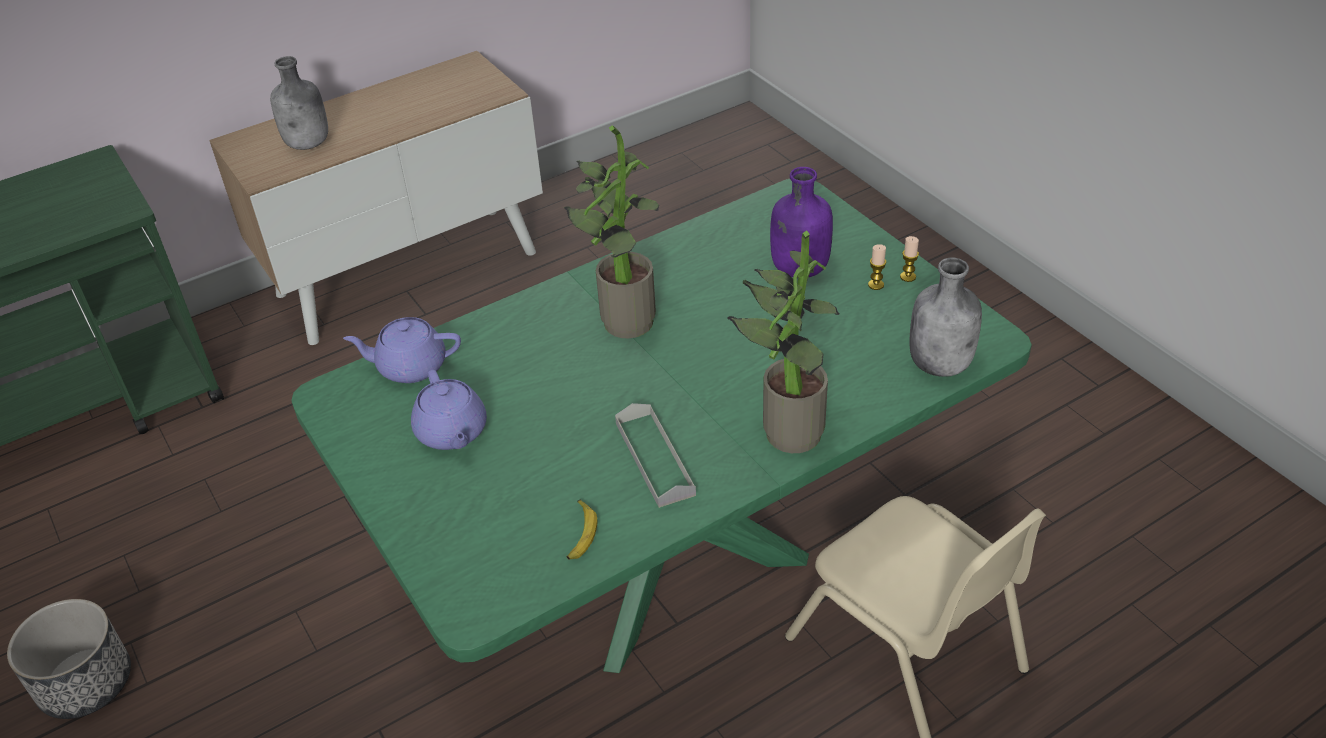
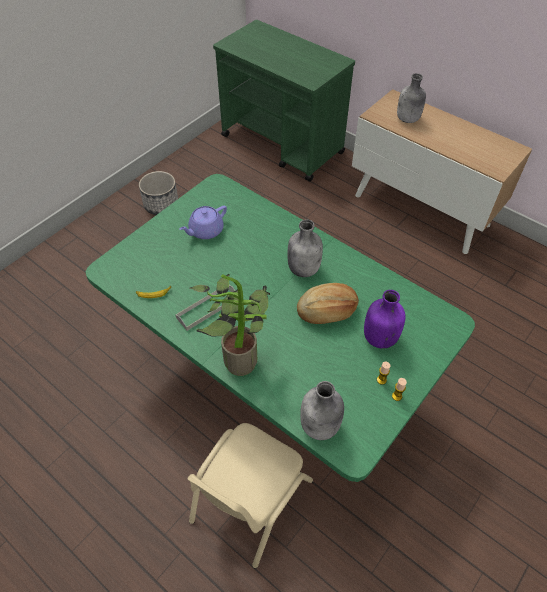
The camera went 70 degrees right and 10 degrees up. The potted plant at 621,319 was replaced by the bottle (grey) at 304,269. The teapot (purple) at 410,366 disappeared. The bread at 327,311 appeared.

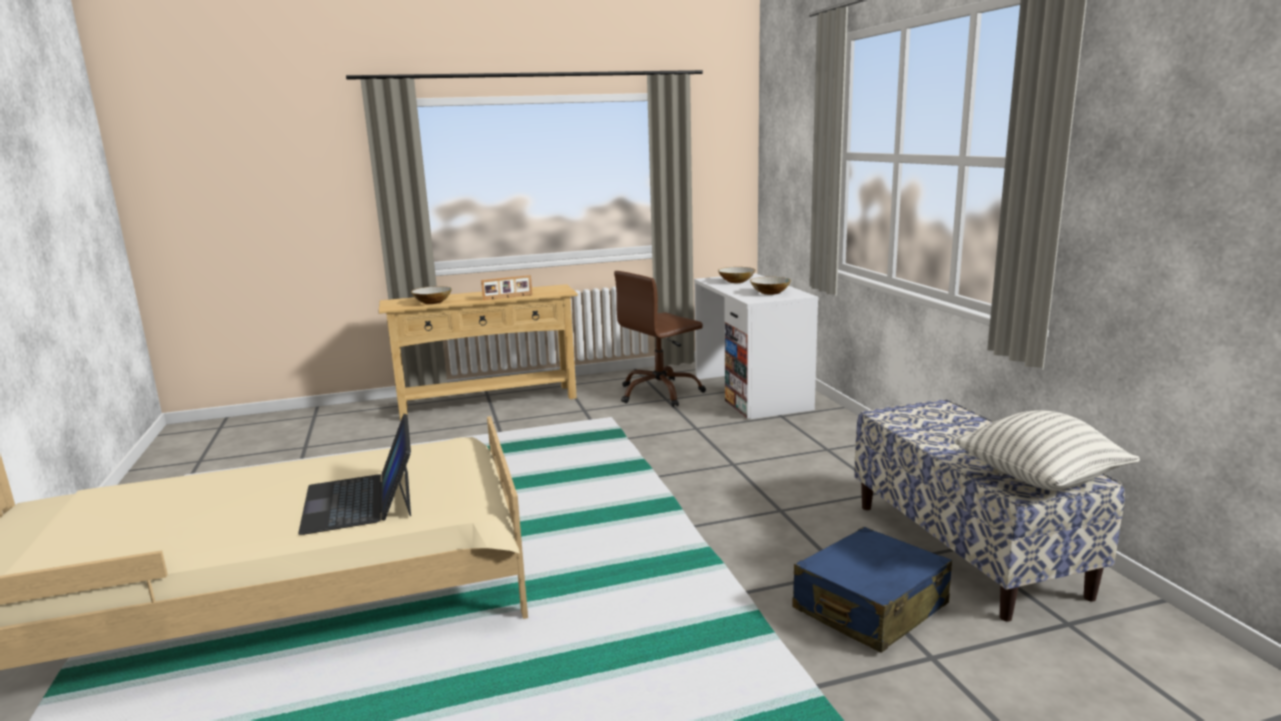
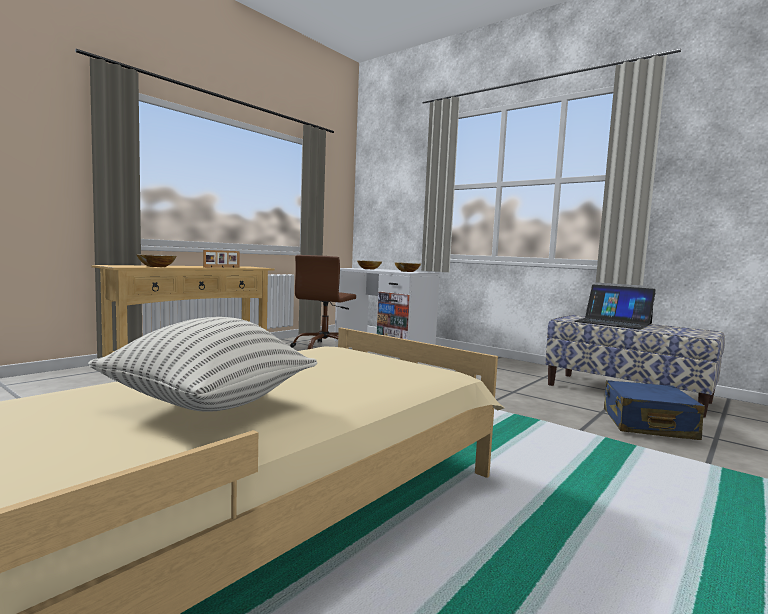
The camera went 35 degrees left and 10 degrees down. The pillow moved from 1038,481 to 208,406. The laptop moved from 361,500 to 613,323.

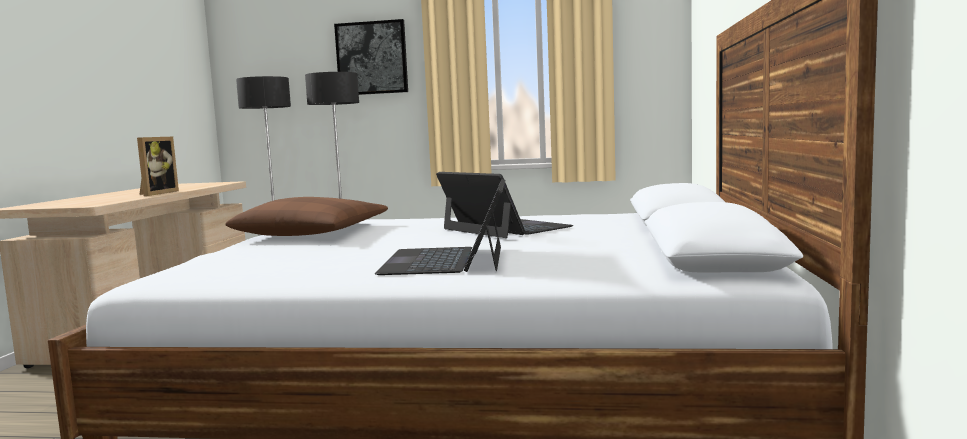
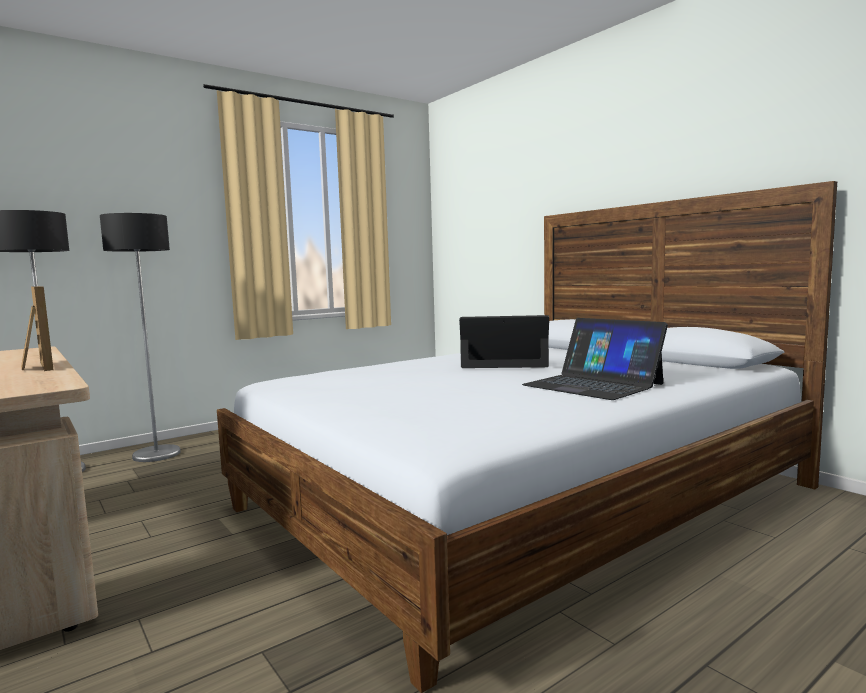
The camera went 45 degrees left and 0 degrees up. The picture at 372,58 disappeared. The pillow (brown) at 312,233 disappeared.

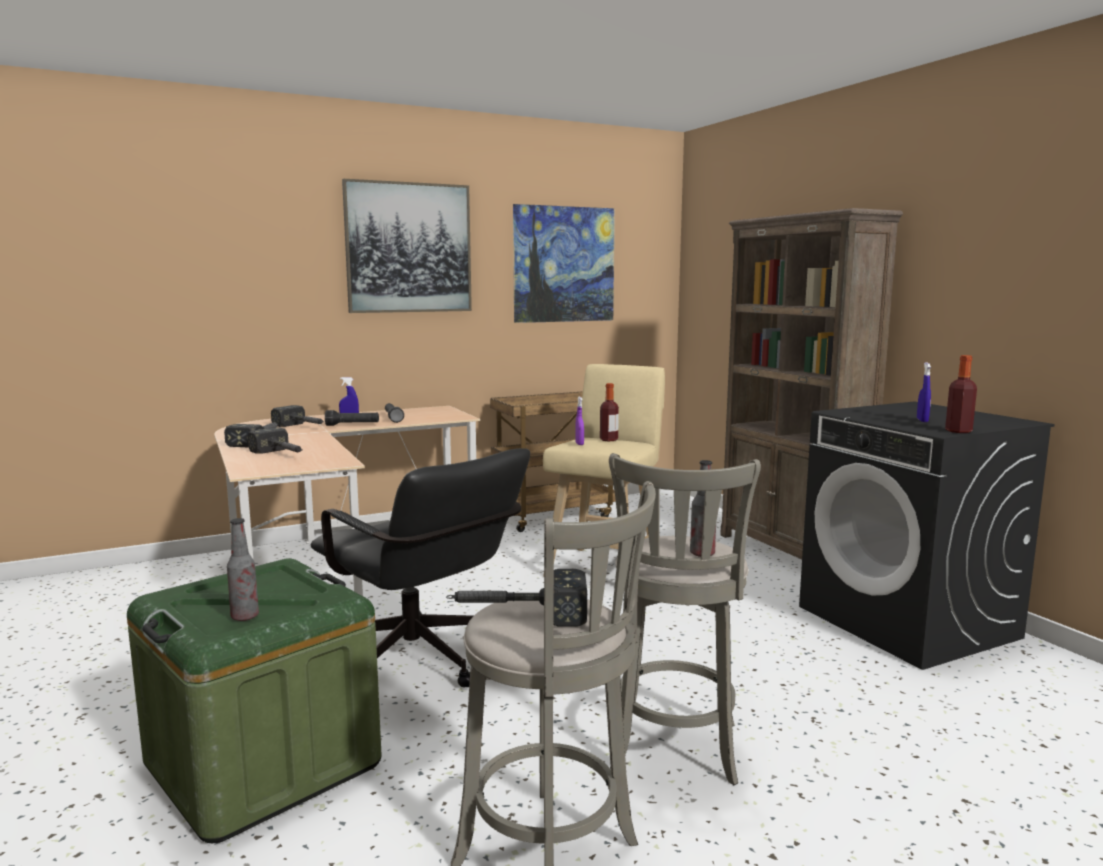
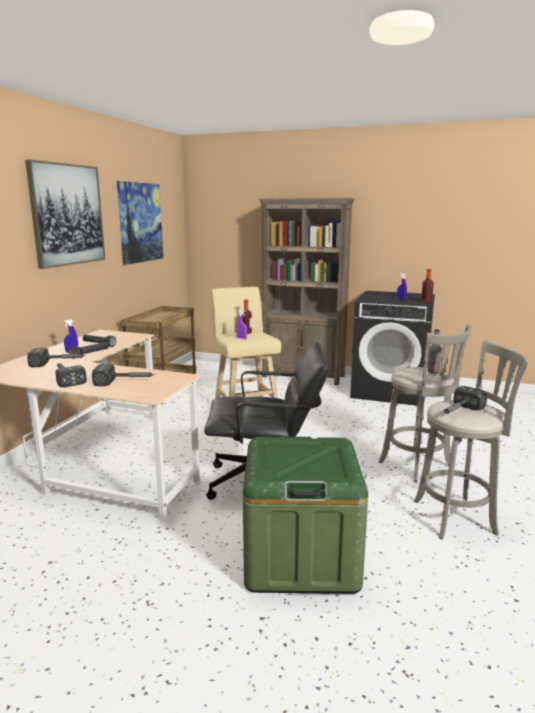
The camera went 45 degrees left and 5 degrees up. The bottle at 245,617 disappeared.

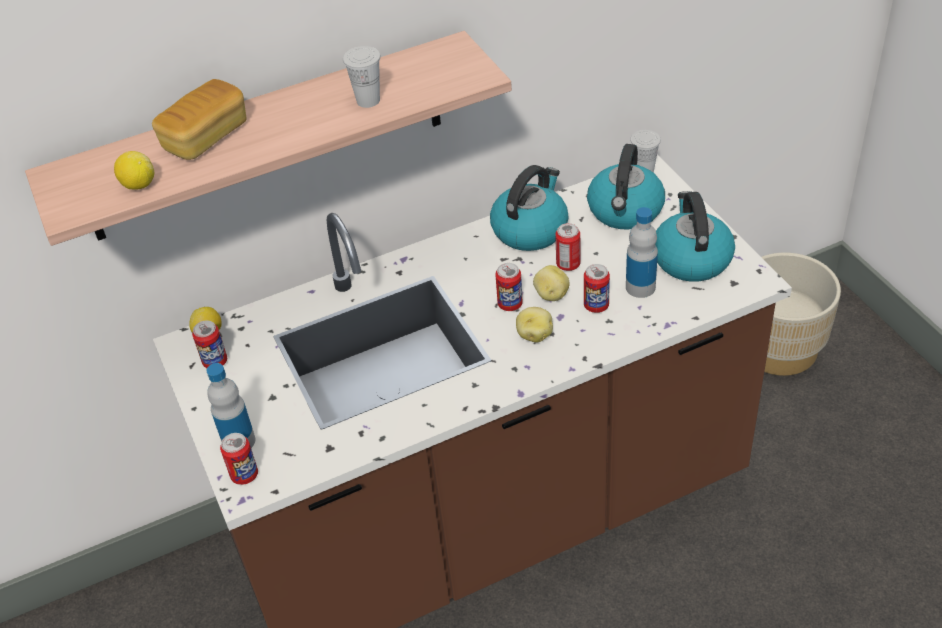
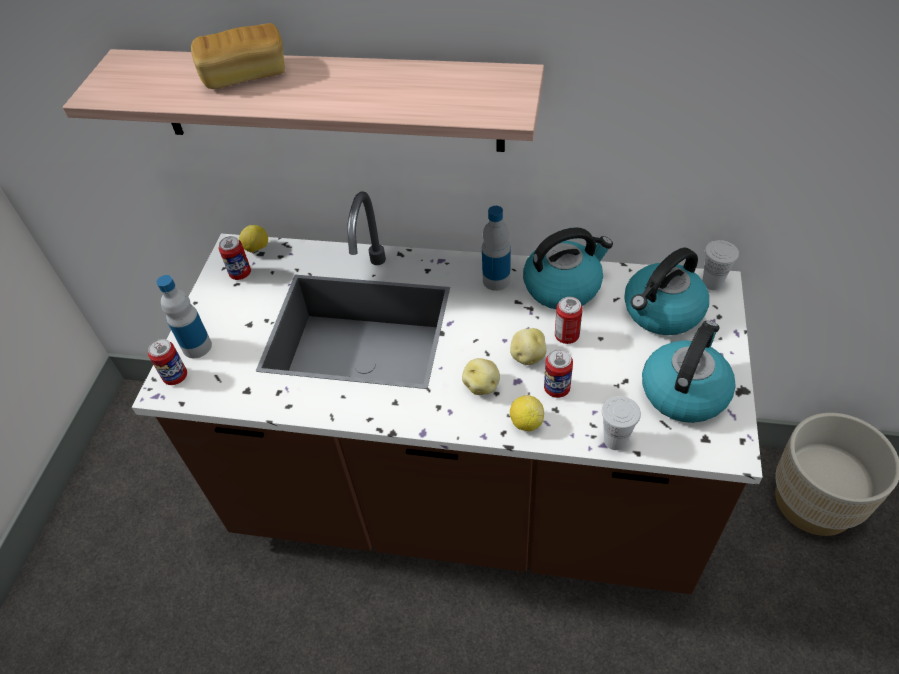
The camera went 35 degrees right and 5 degrees up. The cup (white) moved from 368,100 to 615,440. The lemon moved from 139,185 to 526,422. The bottle moved from 640,287 to 496,280. The can at 510,304 disappeared.

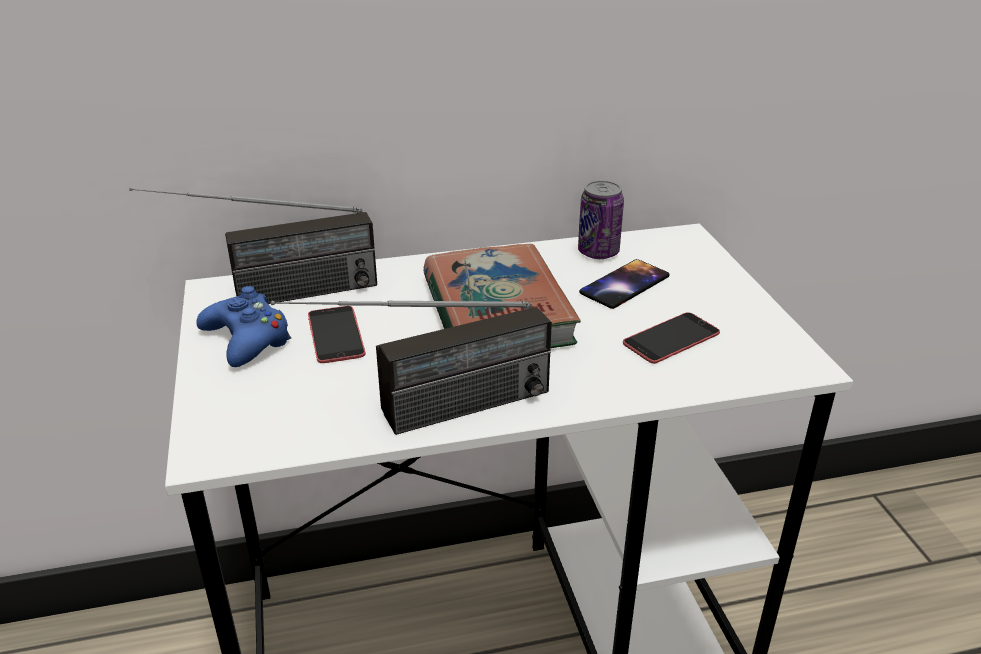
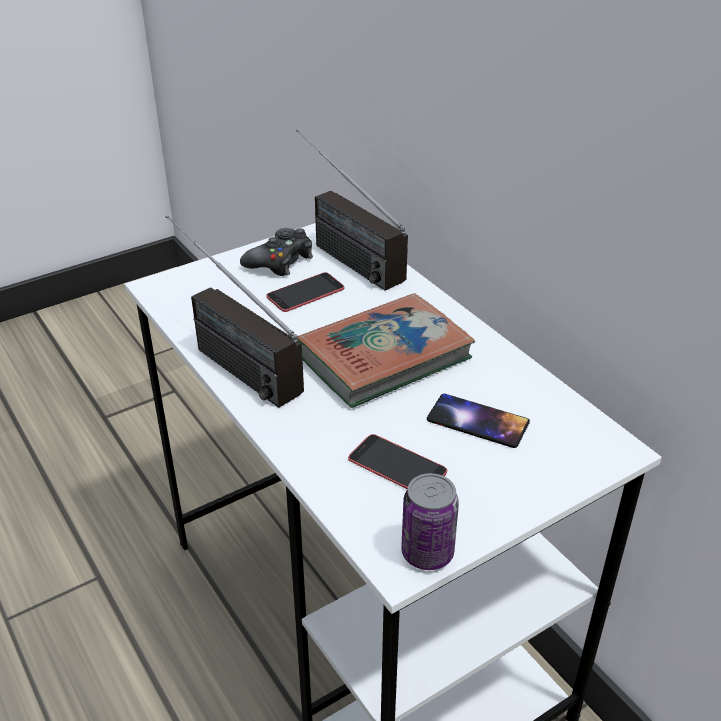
The camera went 70 degrees right and 5 degrees up. The can moved from 598,252 to 427,552. The game controller (blue) at 247,340 became the game controller (black) at 280,261.

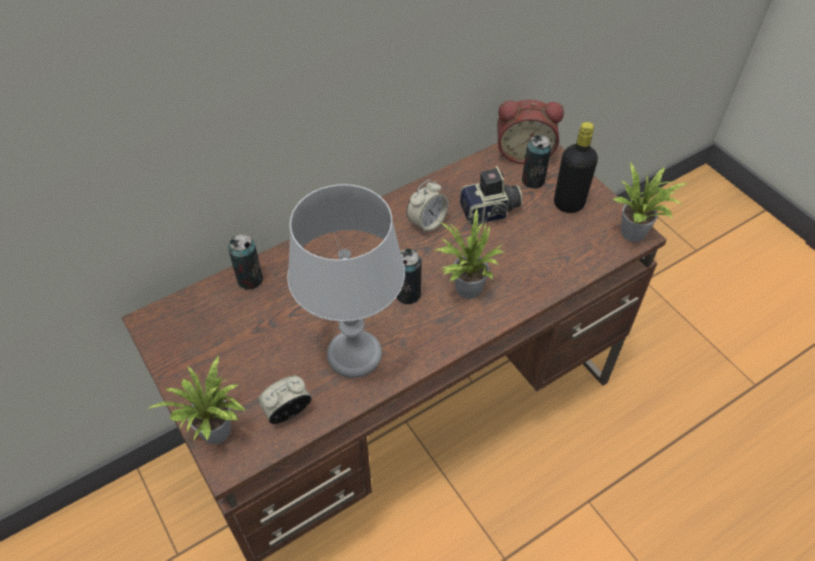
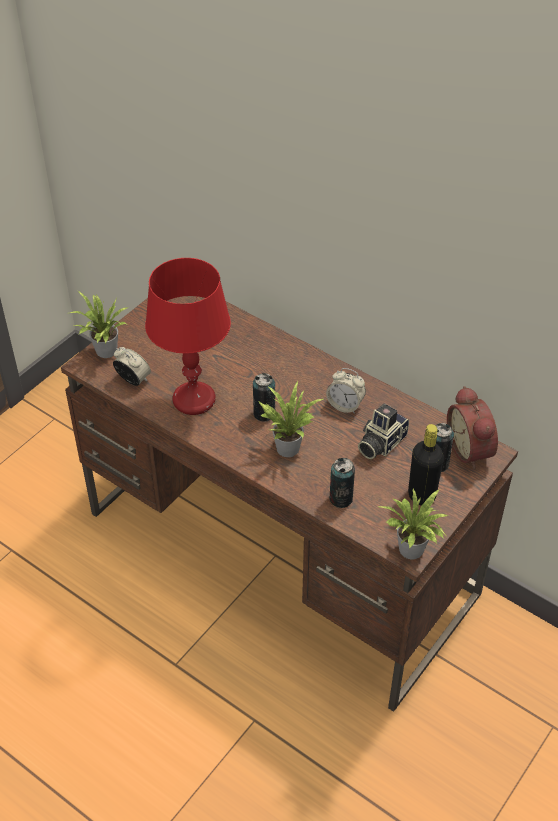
The camera went 70 degrees right and 5 degrees down. The photo camera at 490,212 turned 75 degrees clockwise. The table lamp (grey) at 355,354 became the table lamp (red) at 194,400. The can moved from 250,280 to 341,499.

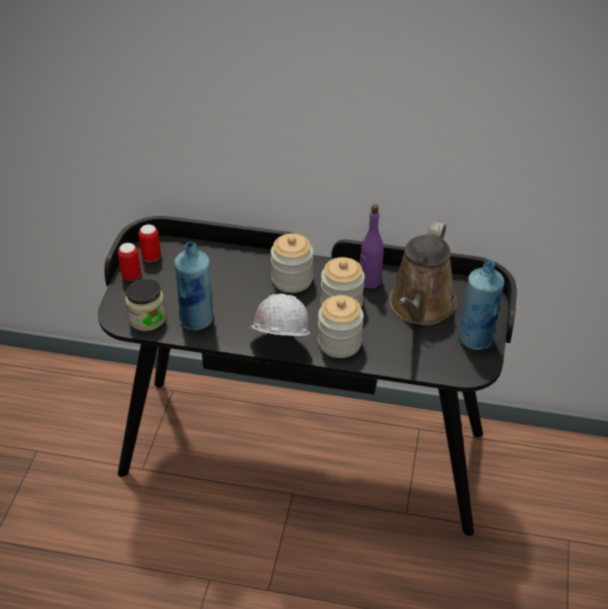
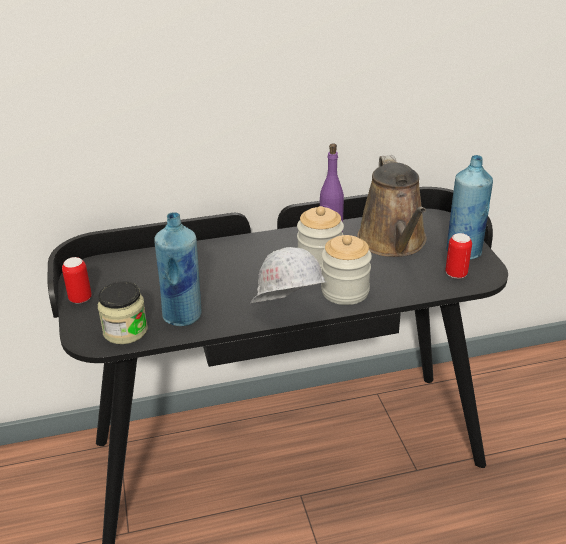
The camera went 25 degrees left and 10 degrees down. The can moved from 151,257 to 456,274. The jar at 292,279 disappeared.

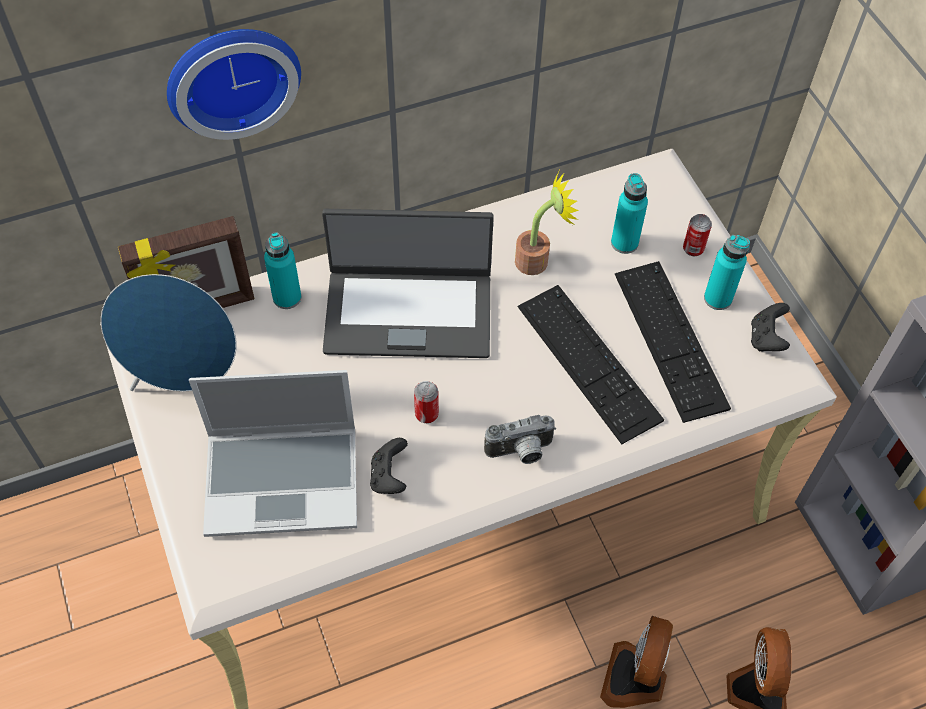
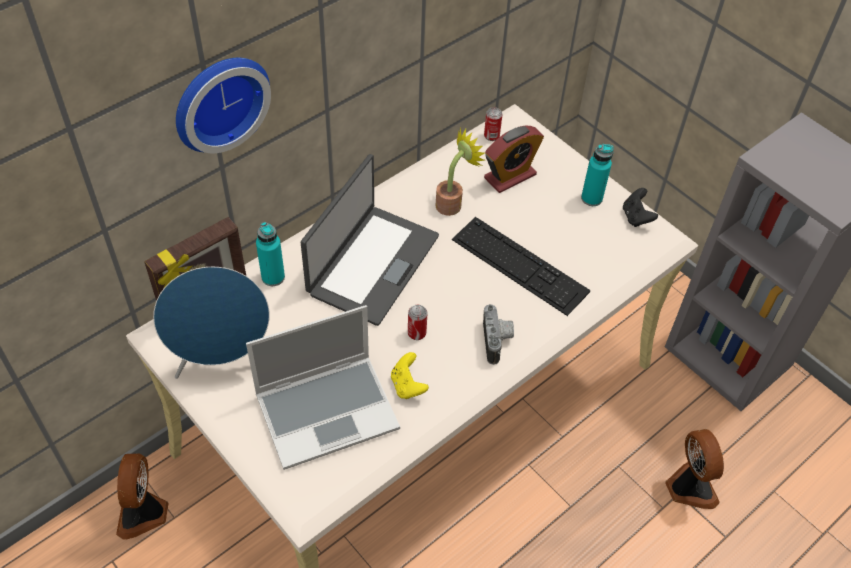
The camera went 20 degrees left and 5 degrees down. The bottle (turquoise) at 624,243 was replaced by the alarm clock at 510,176. The laptop at 408,312 turned 45 degrees counterclockwise. The can moved from 693,249 to 491,136. The keyboard at 670,339 disappeared. The photo camera at 520,452 turned 60 degrees counterclockwise. The game controller (black) at 389,477 became the game controller (yellow) at 407,385. The fan moved from 635,679 to 144,513.

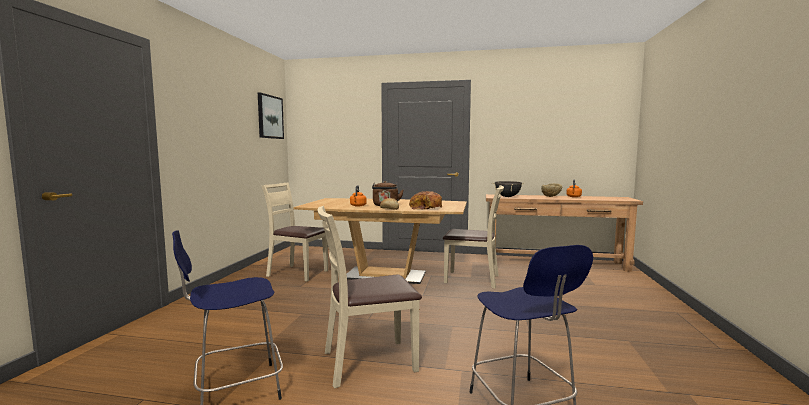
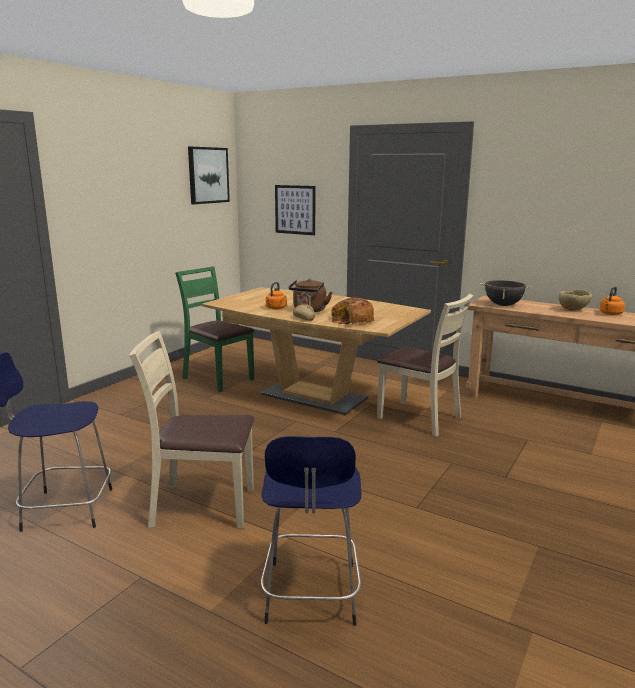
The camera went 20 degrees right and 10 degrees up. The chair (beige) at 297,273 became the chair (green) at 218,378. The picture at 295,209 appeared.

